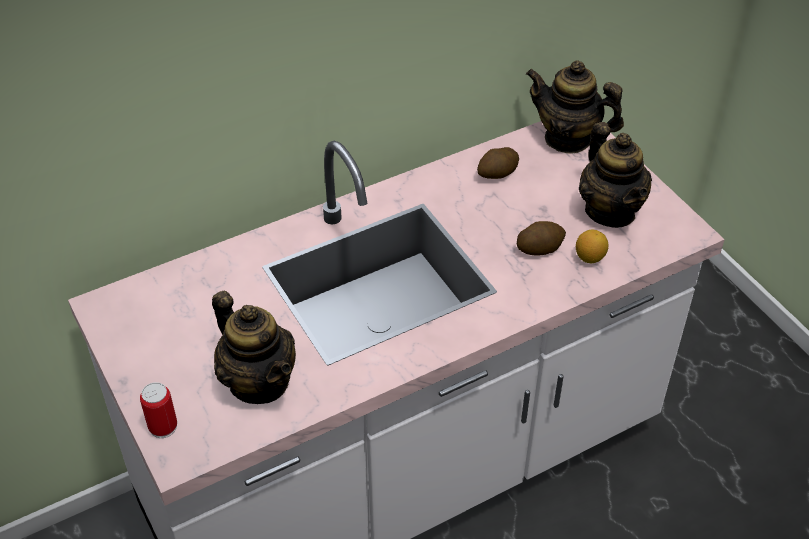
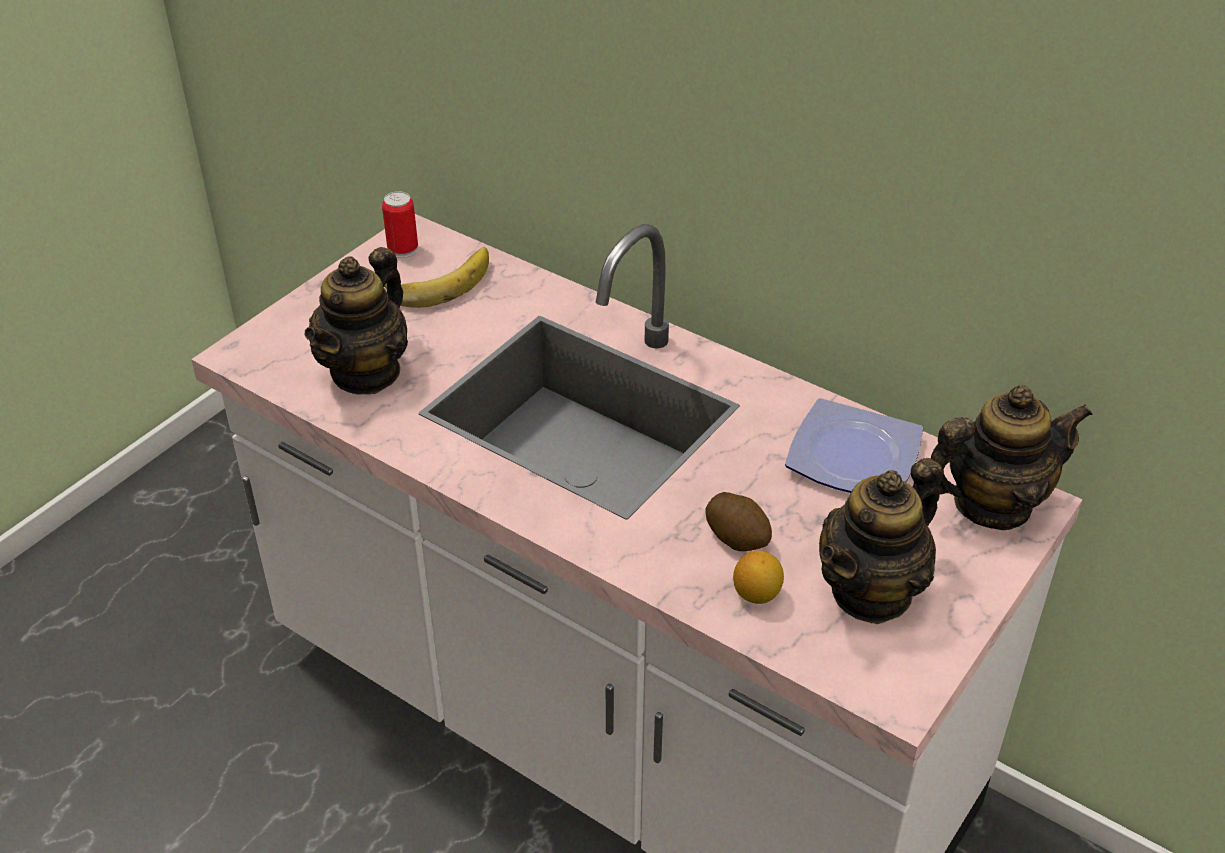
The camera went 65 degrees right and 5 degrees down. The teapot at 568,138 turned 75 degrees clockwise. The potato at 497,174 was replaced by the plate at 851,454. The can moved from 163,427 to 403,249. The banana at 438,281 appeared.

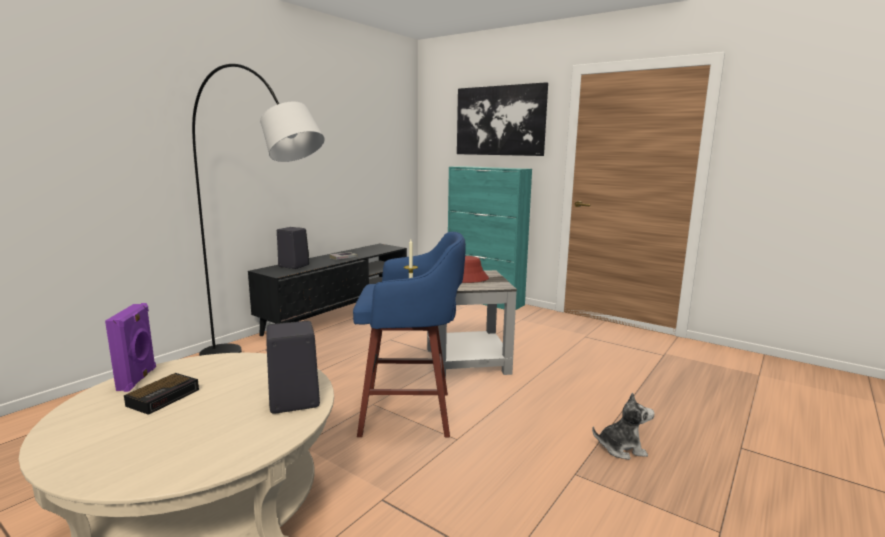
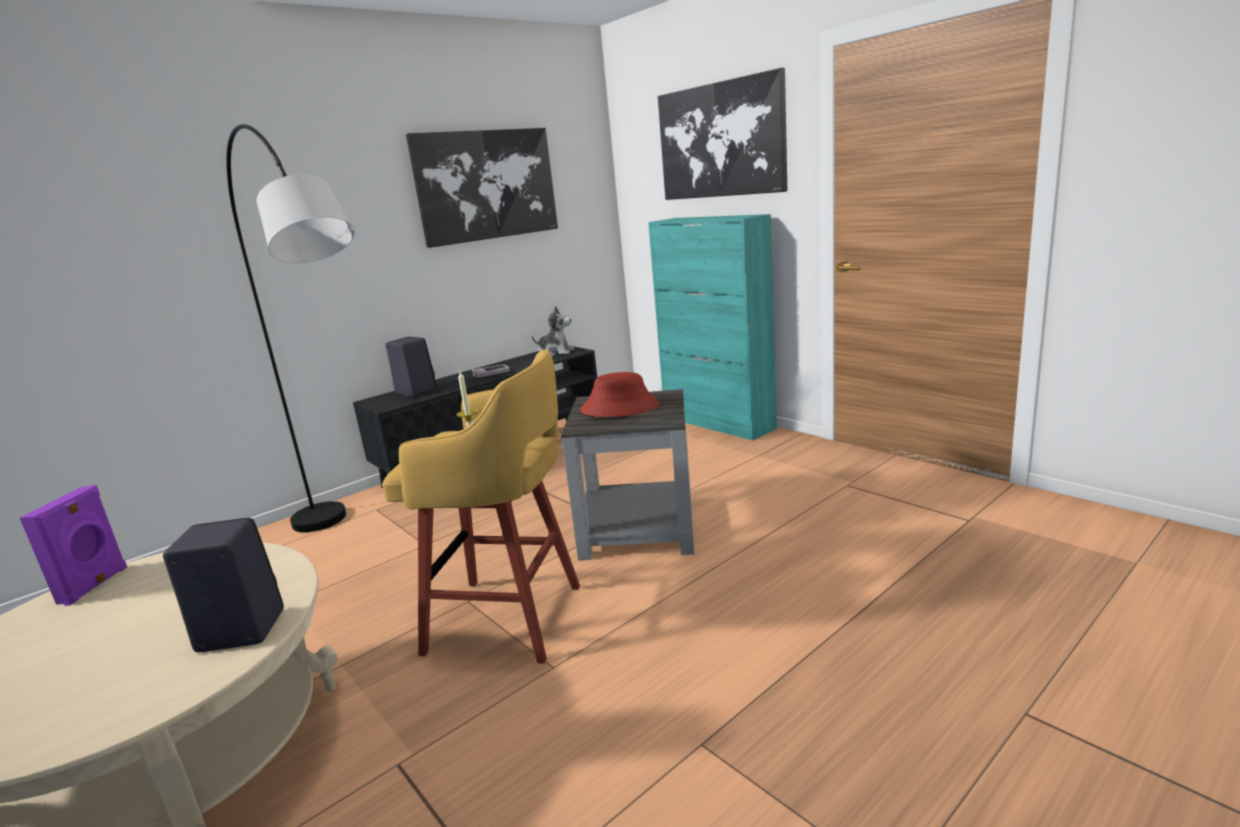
The camera went 15 degrees right and 5 degrees up. The stool (blue) at 410,413 became the stool (yellow) at 510,619. The alarm clock at 164,397 disappeared. The plush toy moved from 621,448 to 556,352. The picture at 486,185 appeared.

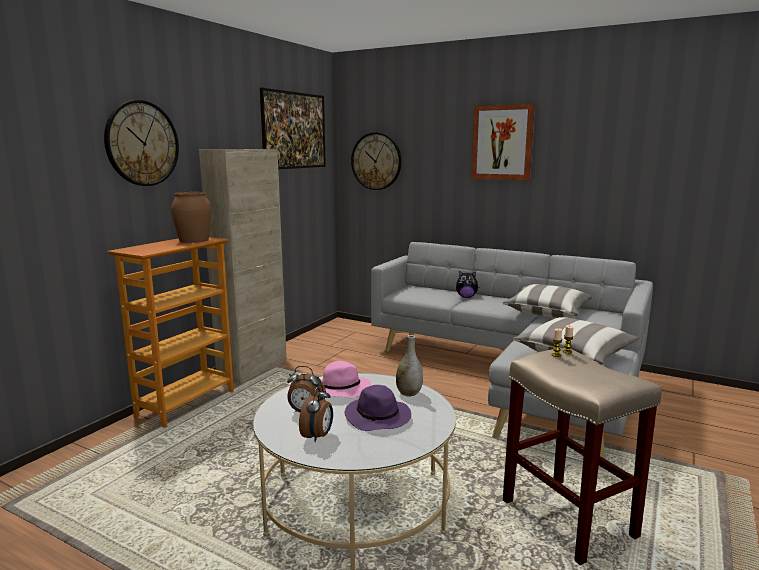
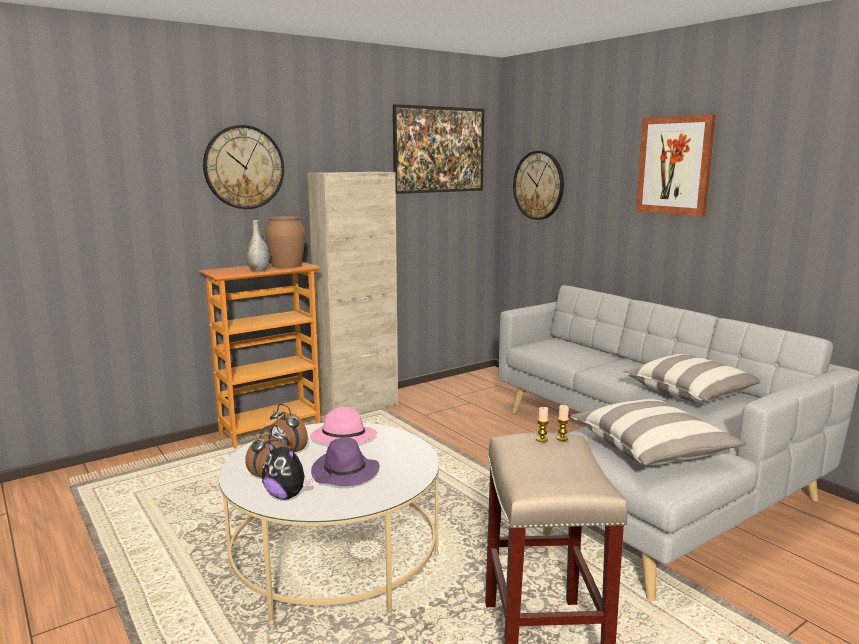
The camera went 25 degrees right and 0 degrees up. The plush toy moved from 466,297 to 286,496. The vase (grey) moved from 409,393 to 258,270.

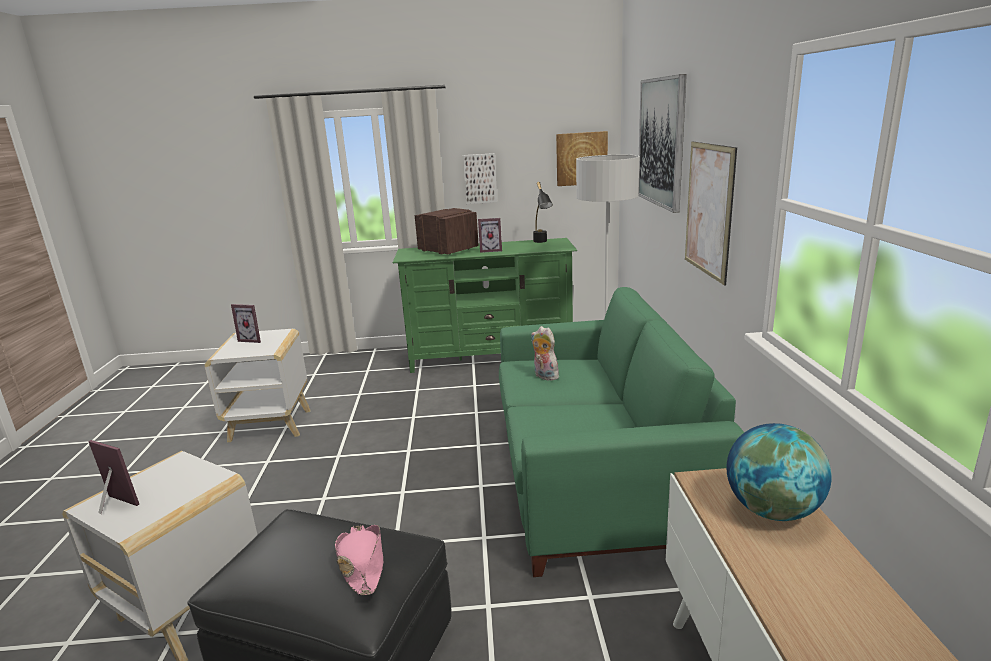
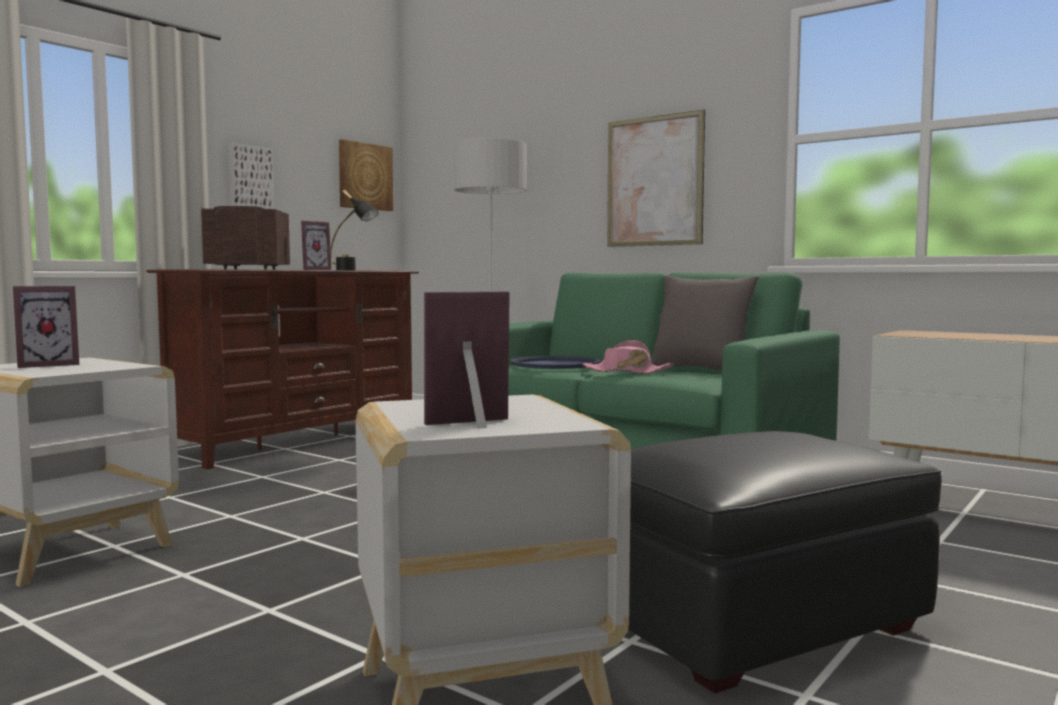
The camera went 50 degrees left and 15 degrees down. The picture at 661,142 disappeared. The tv stand (green) at 491,357 became the tv stand (brown) at 299,441. The plush toy at 544,376 was replaced by the tray (blue) at 555,364. The globe at 772,510 disappeared. The hat (pink) moved from 362,564 to 626,372. The pillow (grey) at 700,371 appeared.

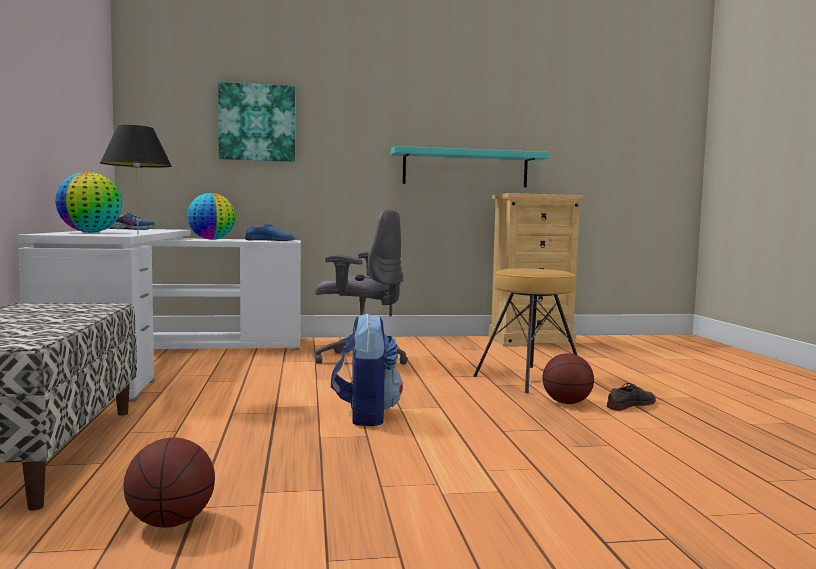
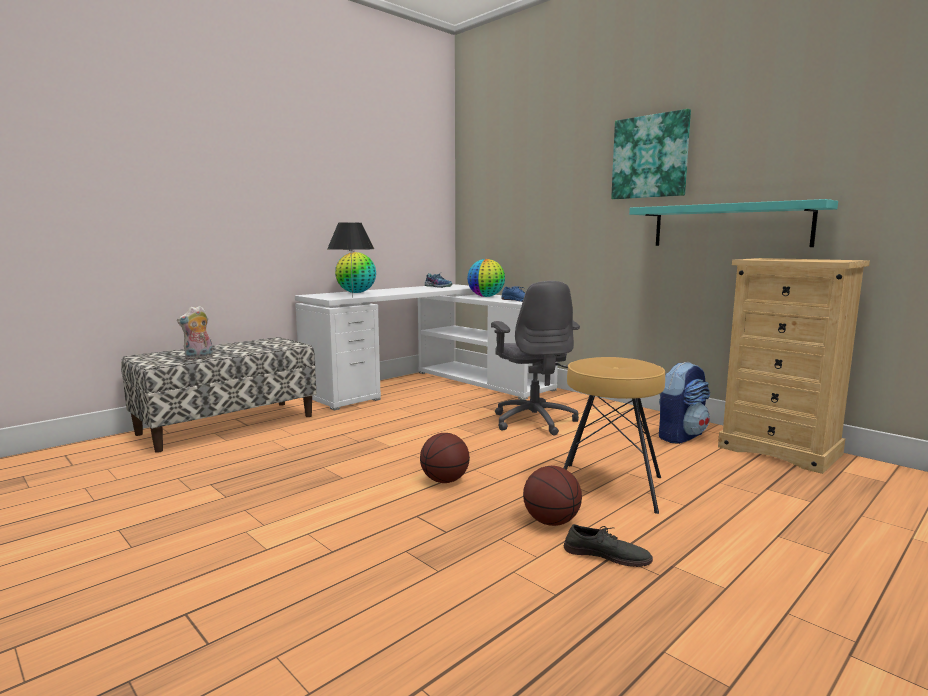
The camera went 55 degrees right and 5 degrees up. The picture moved from 257,123 to 650,157. The backpack moved from 365,415 to 680,436. The basketball moved from 170,522 to 445,481. The plush toy at 199,358 appeared.

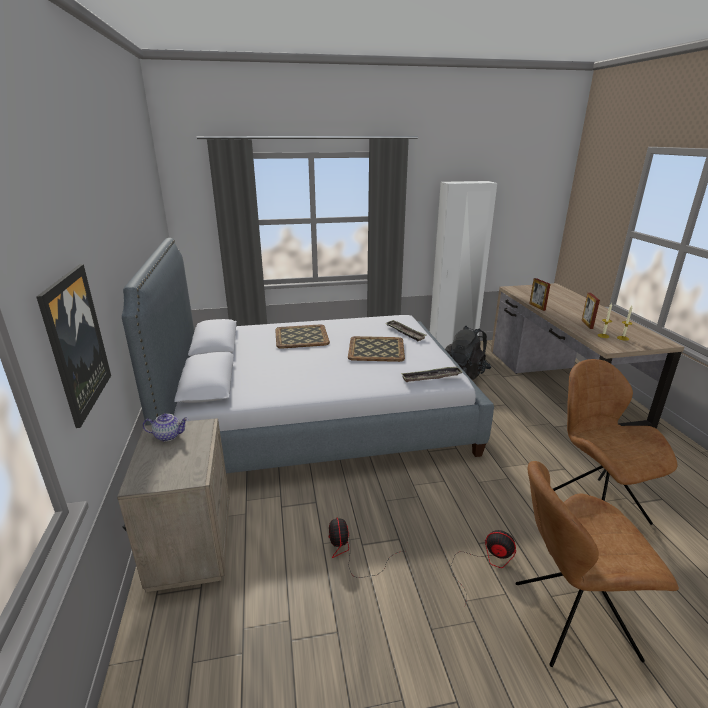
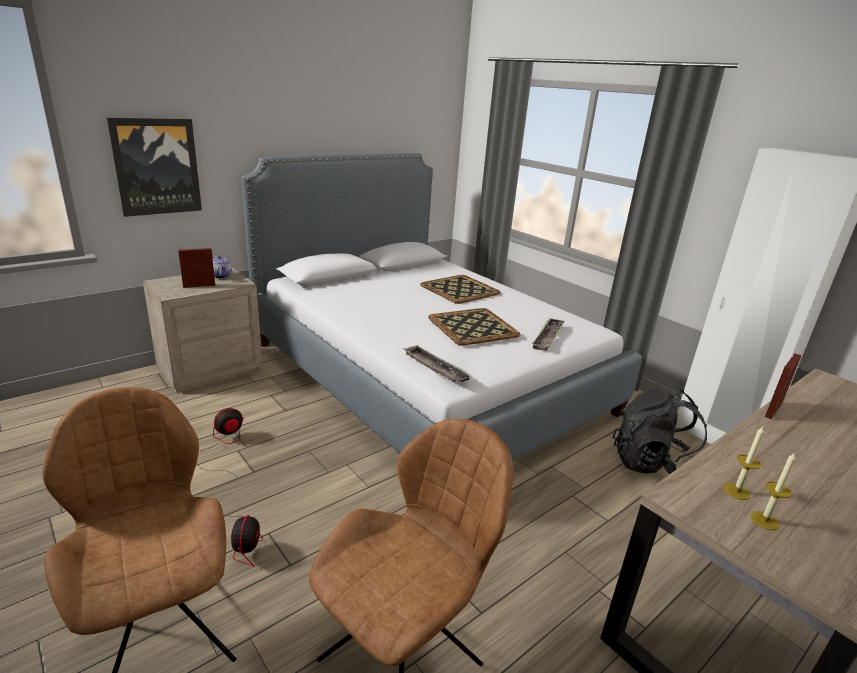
The camera went 60 degrees right and 0 degrees up. The picture frame moved from 587,324 to 199,286.

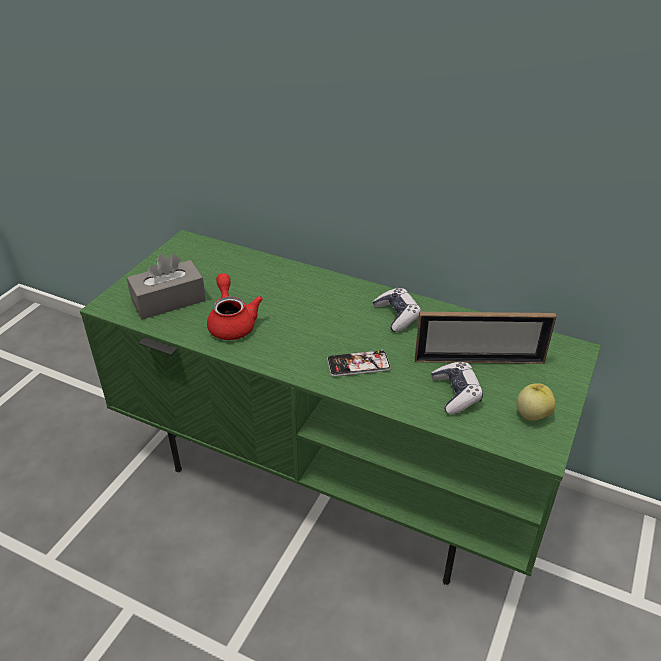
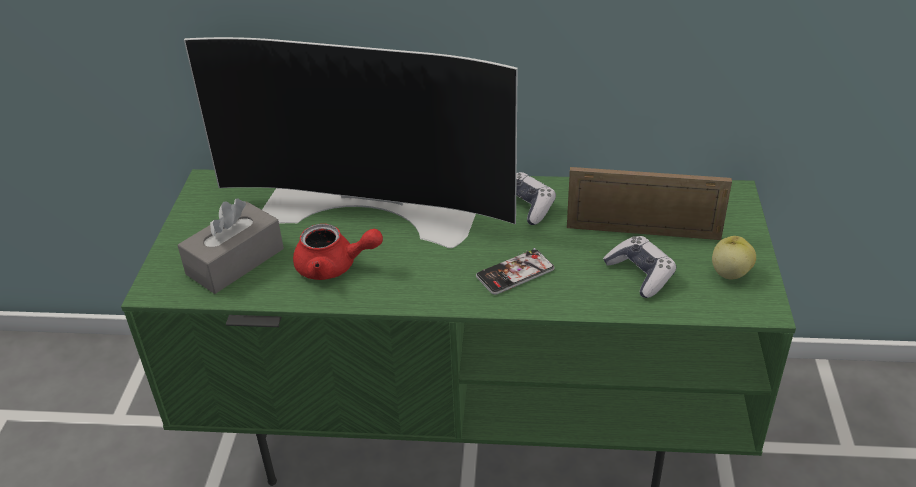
The camera went 20 degrees left and 0 degrees up. The teapot (red) at 232,323 turned 135 degrees clockwise. The picture frame at 479,361 turned 150 degrees counterclockwise. The television at 372,206 appeared.

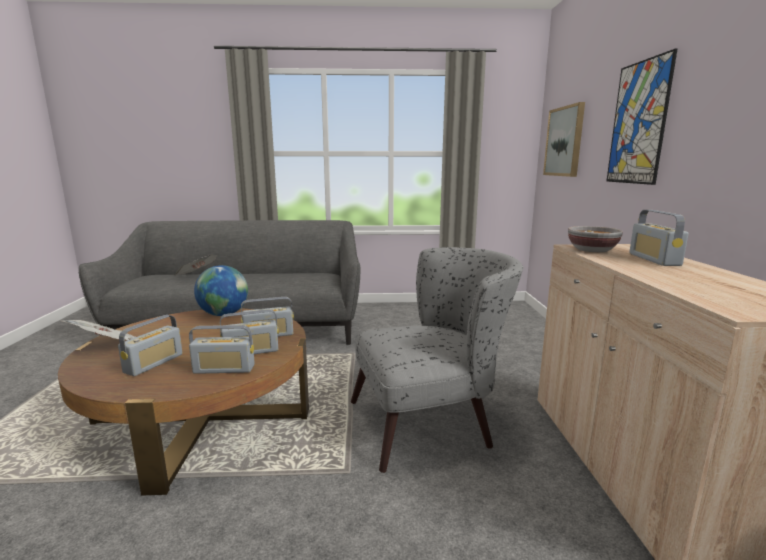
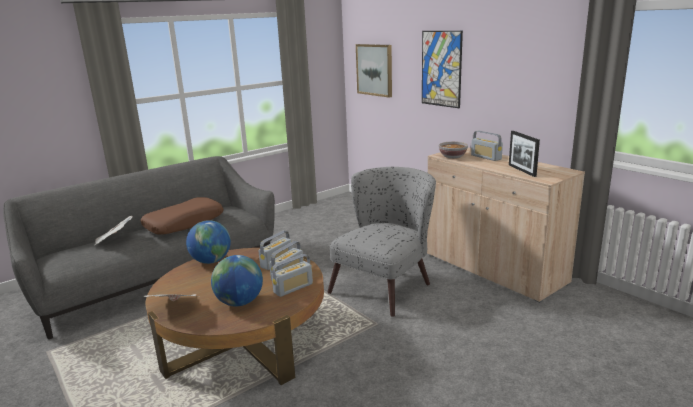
The camera went 35 degrees left and 5 degrees up. The radio at 154,363 was replaced by the globe at 239,302. The picture frame at 522,170 appeared. The pillow (brown) at 184,223 appeared.

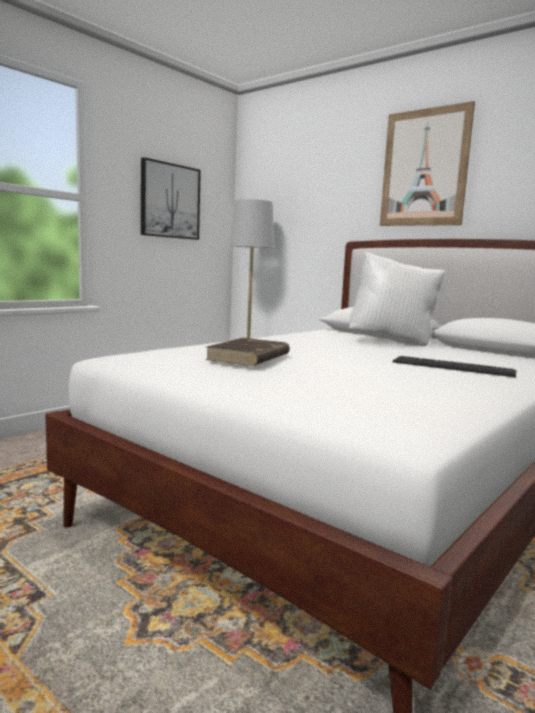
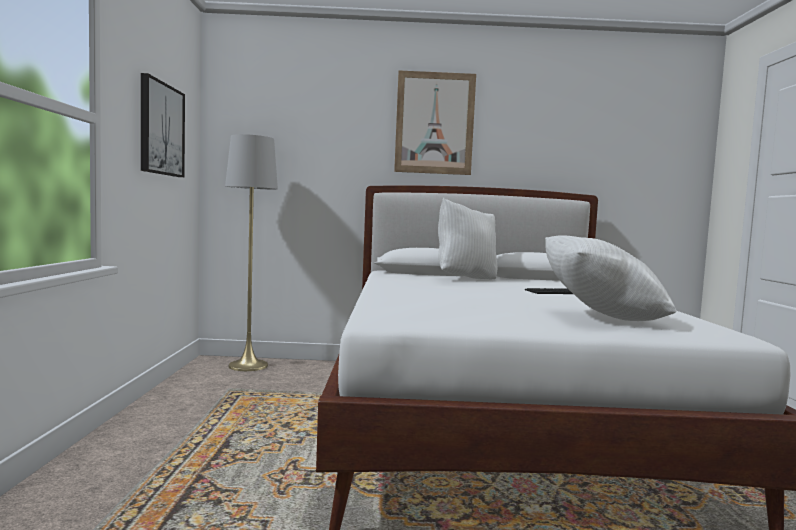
The camera went 40 degrees left and 5 degrees down. The book (brown) at 248,357 disappeared. The pillow (white) at 600,318 appeared.

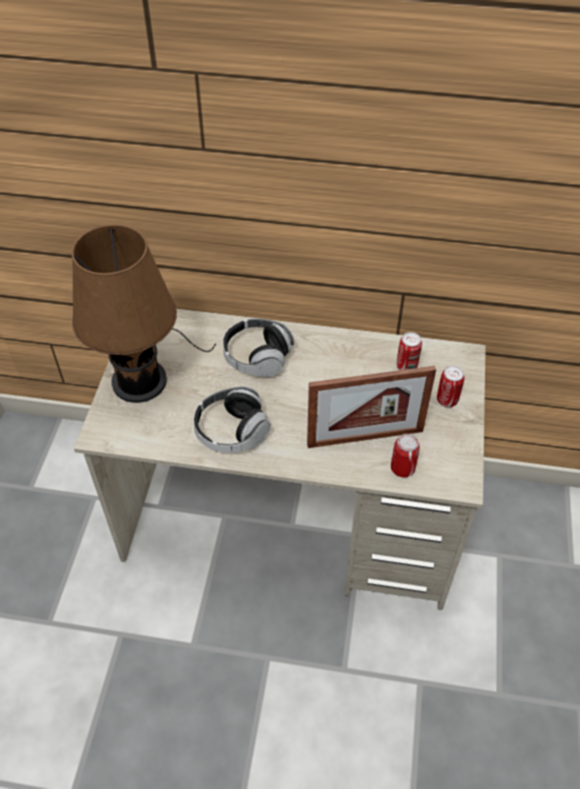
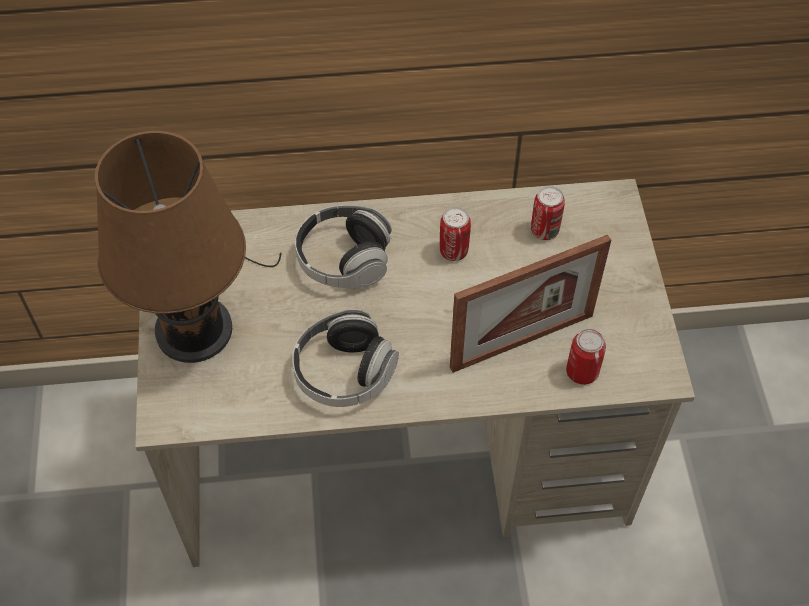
The camera went 15 degrees left and 5 degrees up. The can moved from 447,400 to 453,251.

